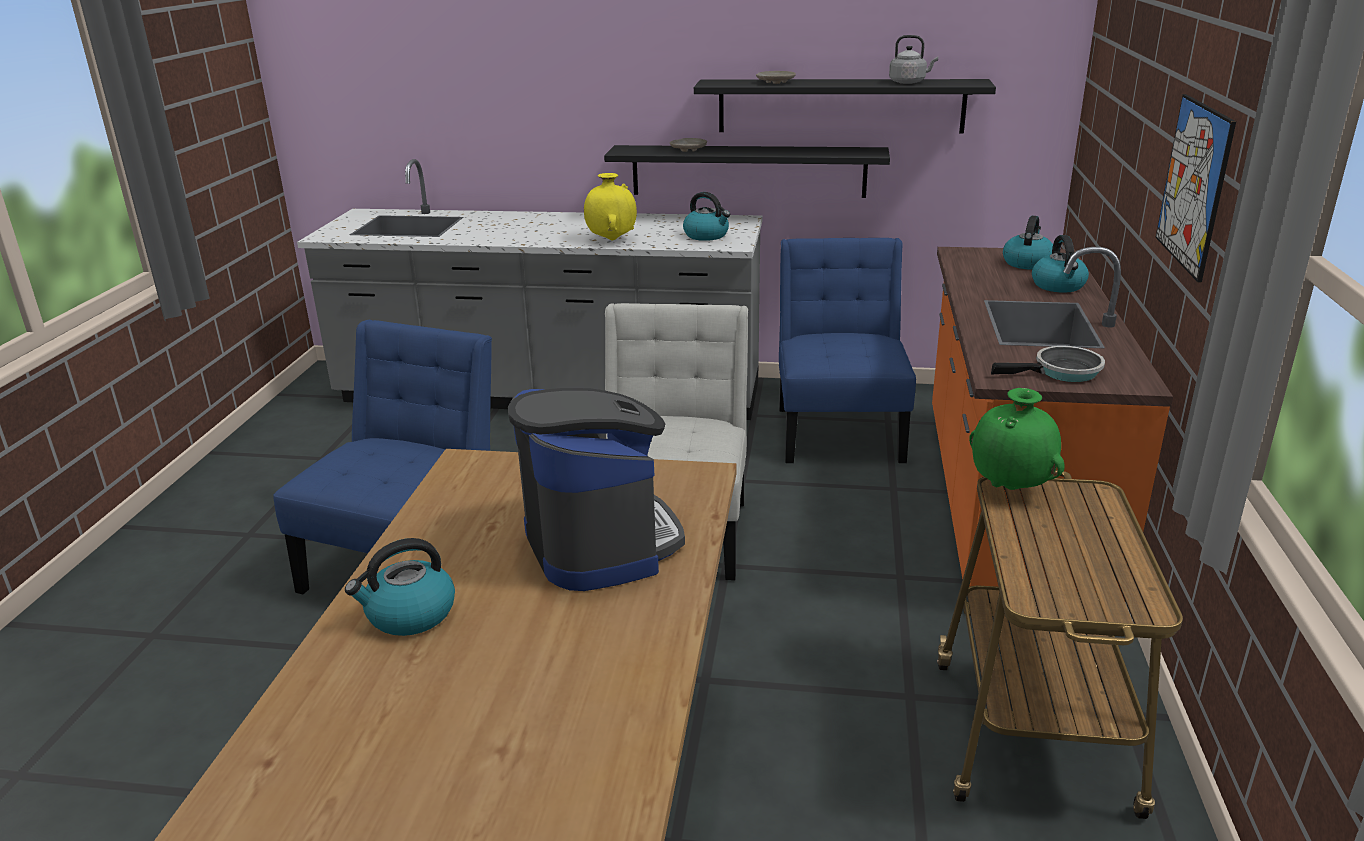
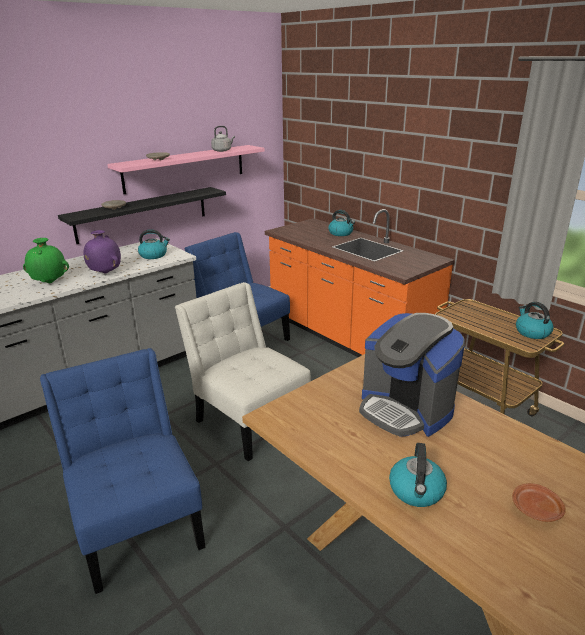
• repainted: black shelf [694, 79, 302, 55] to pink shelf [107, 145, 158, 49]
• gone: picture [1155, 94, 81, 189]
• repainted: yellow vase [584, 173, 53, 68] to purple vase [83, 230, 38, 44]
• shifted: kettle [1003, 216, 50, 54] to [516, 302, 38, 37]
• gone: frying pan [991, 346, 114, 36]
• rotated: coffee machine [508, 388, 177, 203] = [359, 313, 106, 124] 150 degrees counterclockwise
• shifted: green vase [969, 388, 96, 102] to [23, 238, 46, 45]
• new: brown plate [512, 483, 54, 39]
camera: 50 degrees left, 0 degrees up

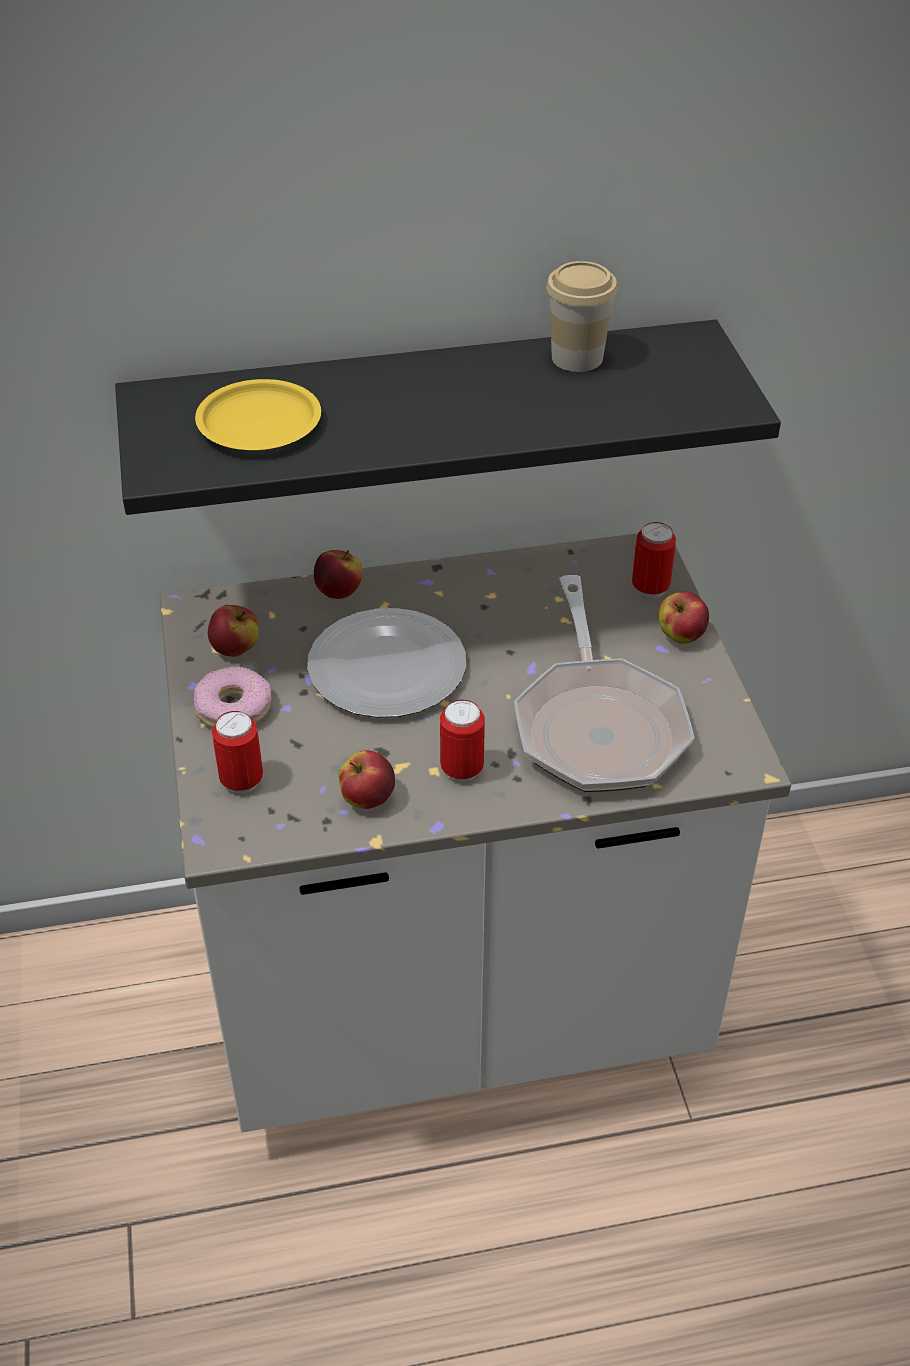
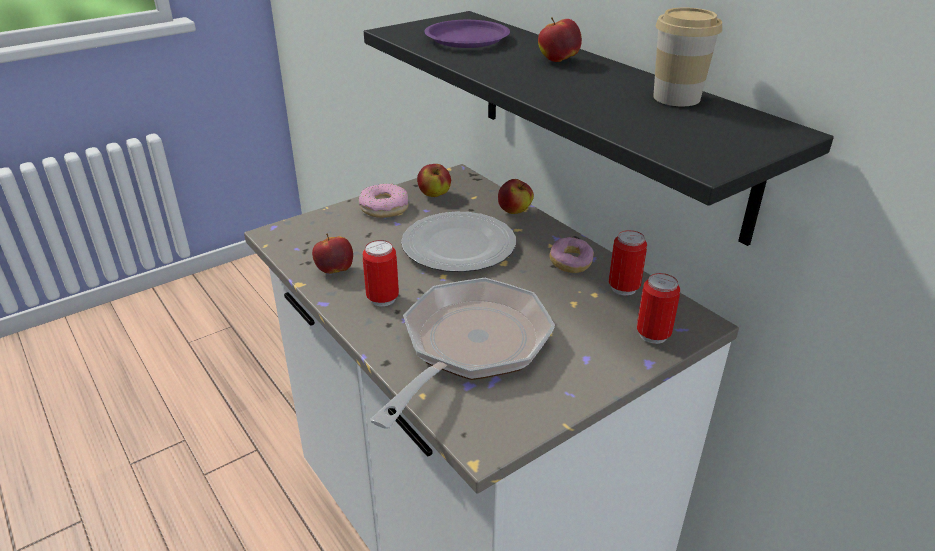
• repainted: yellow plate [195, 379, 126, 71] to purple plate [424, 20, 86, 28]
• rotated: frying pan [514, 575, 180, 217] = [370, 278, 185, 151] 150 degrees clockwise
• shifted: apple [659, 591, 50, 52] to [538, 17, 44, 45]
• shifted: can [212, 711, 51, 83] to [609, 230, 38, 66]
• new: donut [550, 237, 44, 36]
camera: 65 degrees right, 10 degrees down

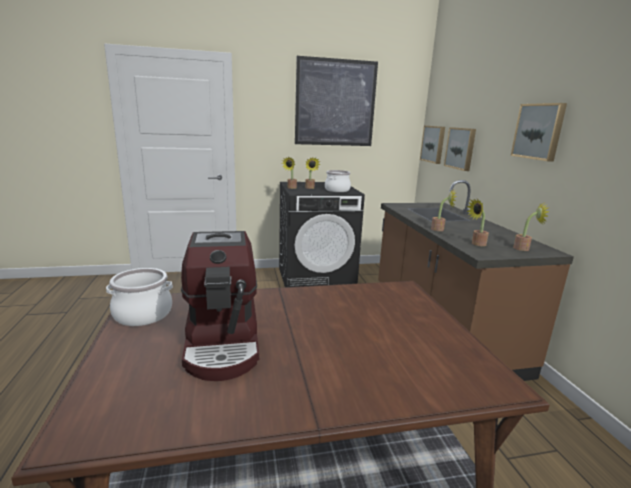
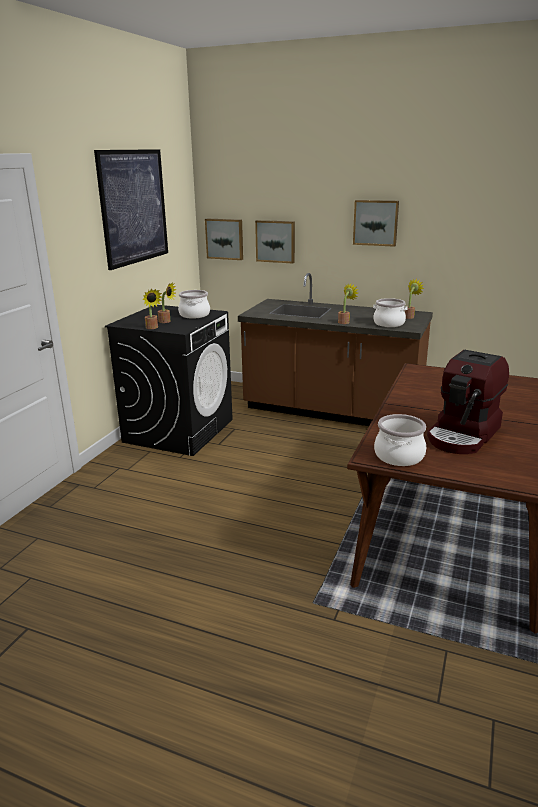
• swapped: potted plant [467, 198, 22, 48] to cooking pot [373, 298, 35, 29]
• rotated: coffee machine [181, 231, 78, 150] = [427, 350, 82, 104] 105 degrees clockwise
camera: 55 degrees left, 5 degrees up

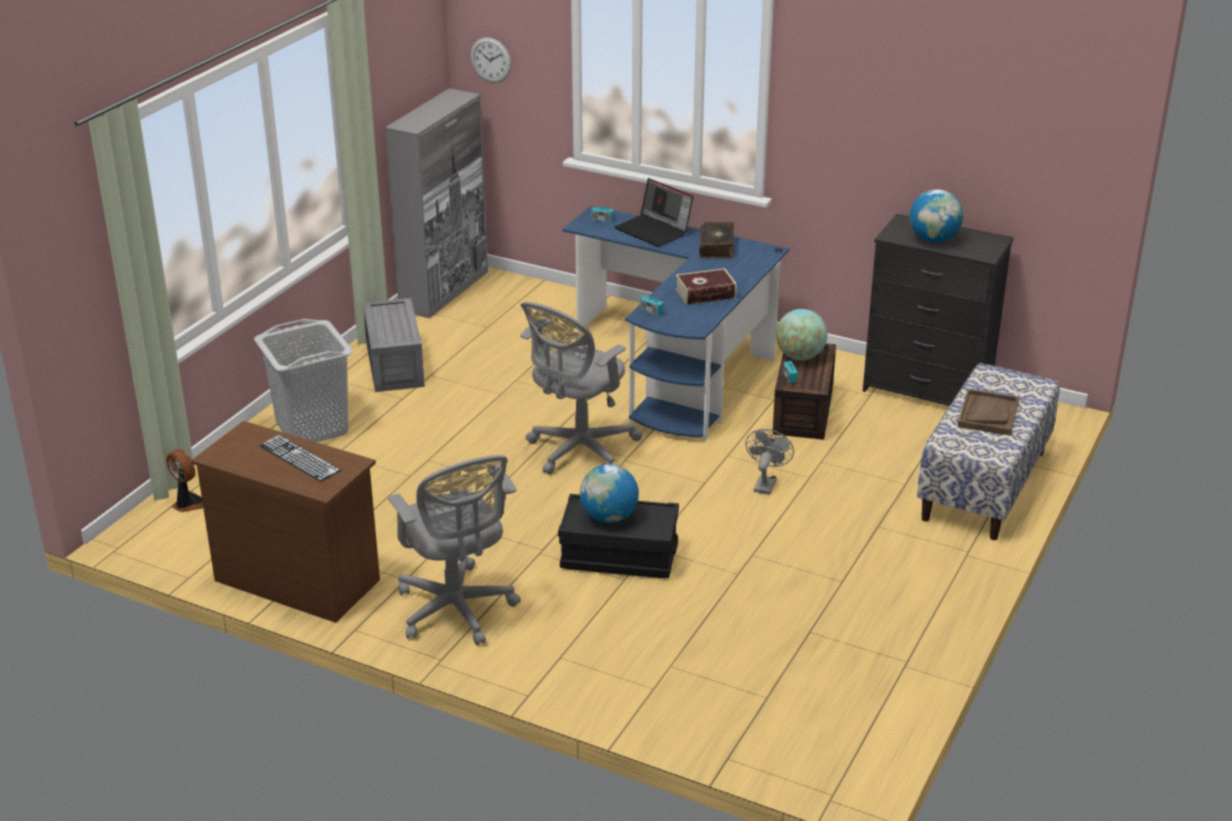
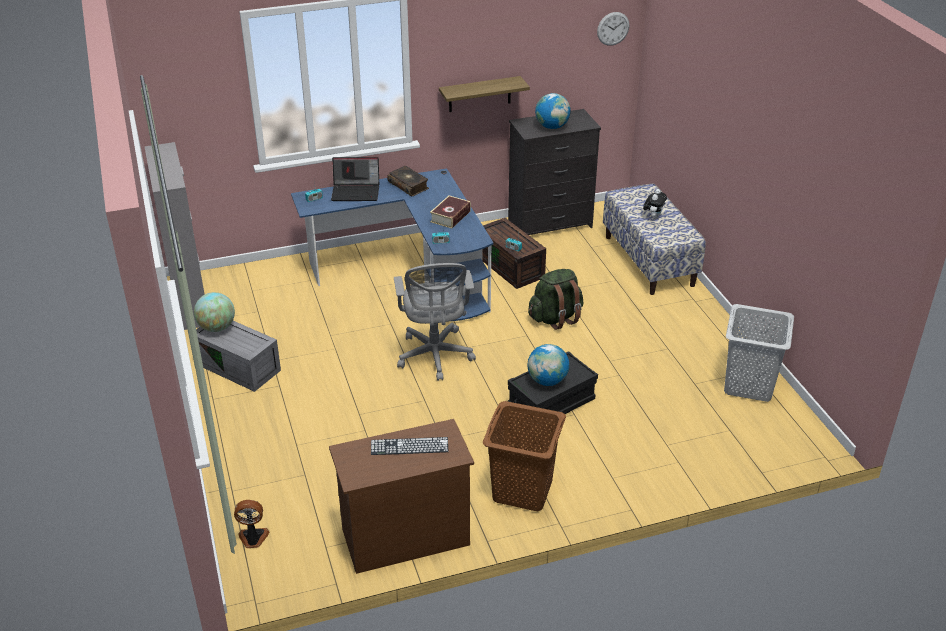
• shifted: wall clock [471, 37, 40, 46] to [597, 12, 32, 34]
• shifted: globe [776, 309, 51, 51] to [194, 292, 41, 40]
• shifted: grey laundry basket [254, 319, 99, 123] to [724, 304, 70, 98]
• swapped: brown tray [957, 389, 62, 47] to plush toy [643, 189, 24, 30]
• swapped: grey fan [745, 429, 49, 66] to green backpack [528, 269, 55, 61]
• swapped: grey office chair [388, 455, 133, 191] to brown laundry basket [483, 401, 83, 110]
• new: shelf [439, 76, 91, 36]
camera: 45 degrees left, 5 degrees up

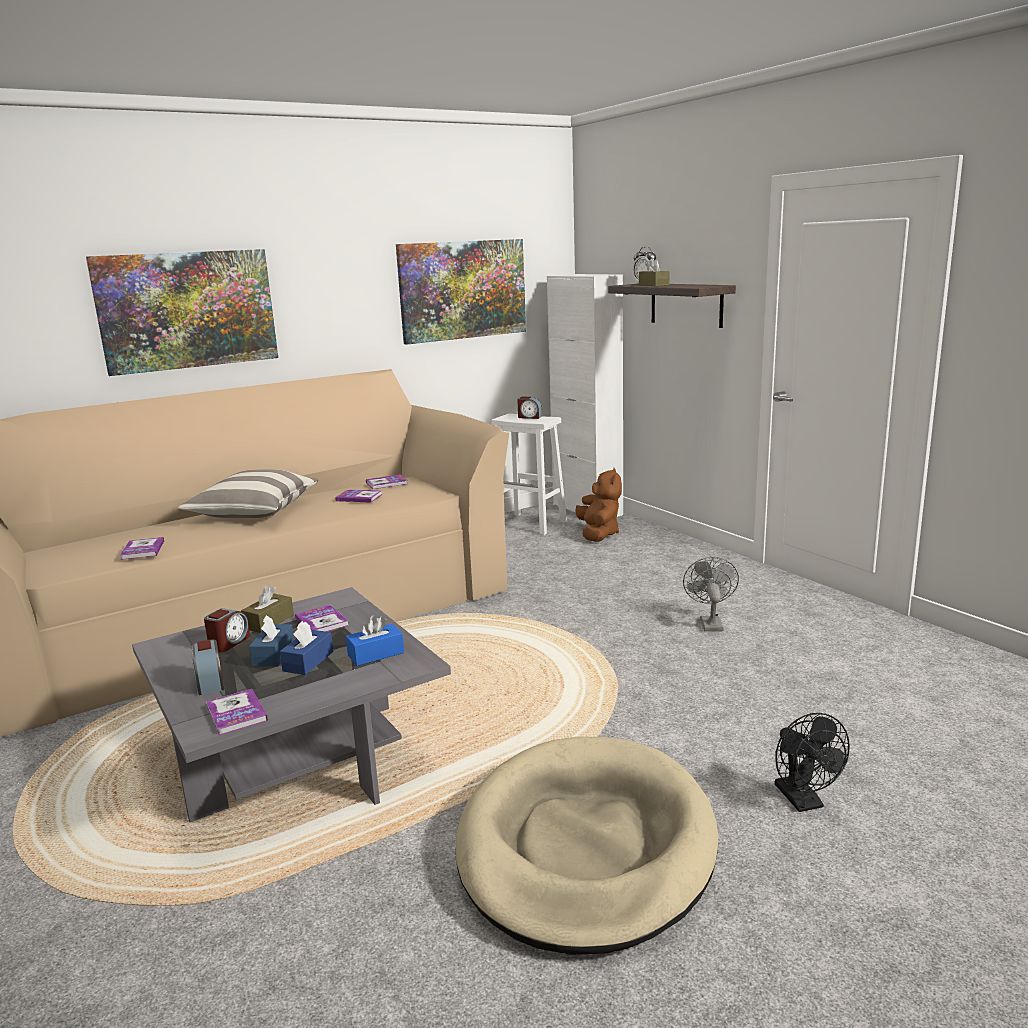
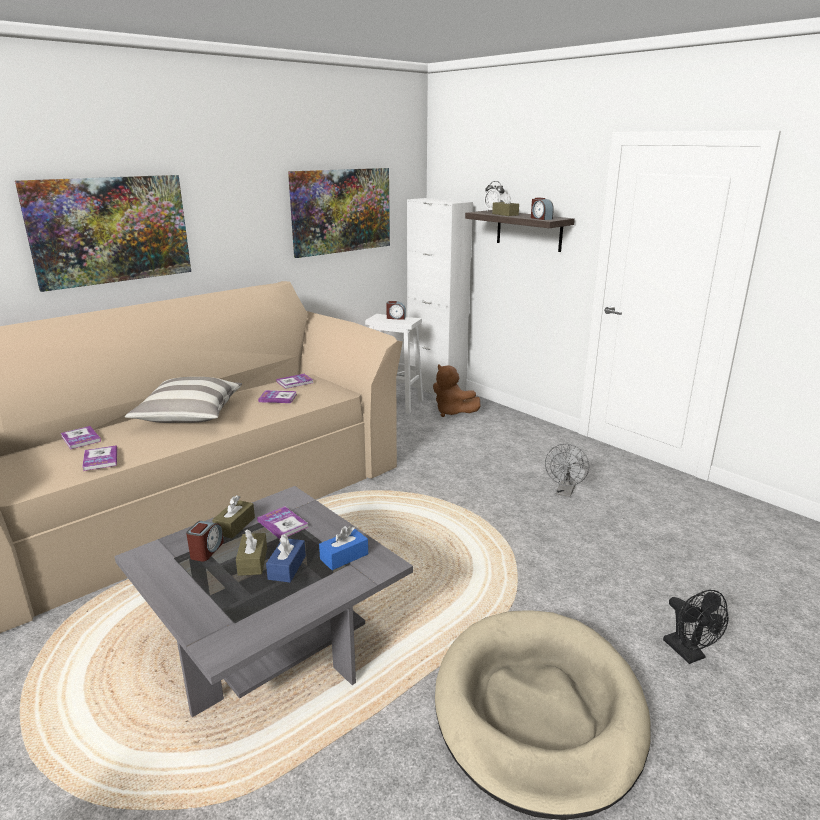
• rotated: brown plush toy [575, 468, 47, 74] = [433, 364, 47, 53] 150 degrees clockwise
• rotated: grey fan [683, 557, 56, 75] = [545, 444, 44, 53] 150 degrees counterclockwise
• repainted: blue tissue box [249, 615, 45, 51] to brown tissue box [236, 529, 31, 47]
• shifted: alarm clock [192, 639, 32, 56] to [531, 198, 23, 22]
• shifted: book [206, 689, 62, 46] to [61, 426, 40, 23]
camera: 10 degrees left, 5 degrees up

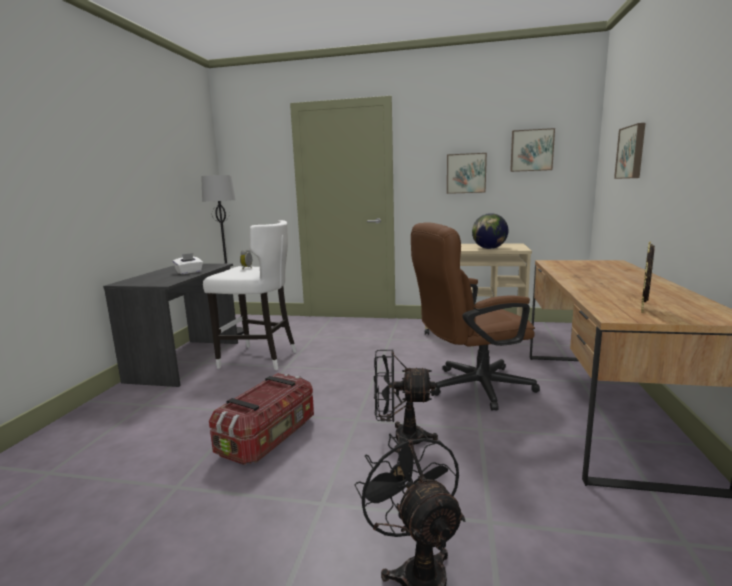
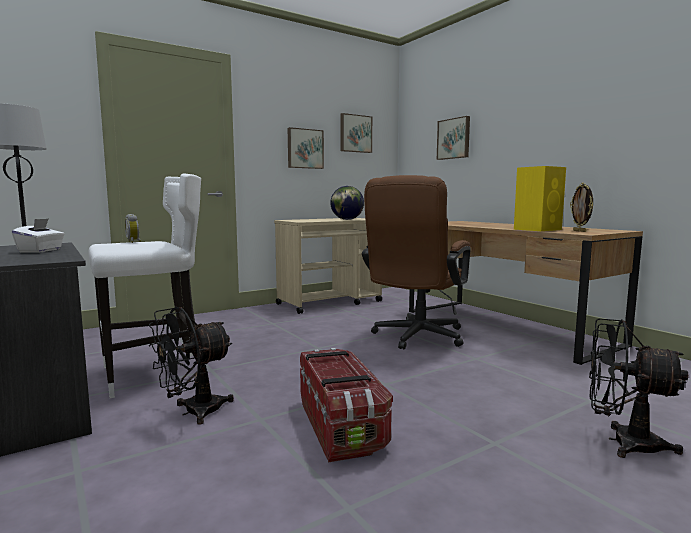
• shifted: black fan [374, 350, 64, 103] to [149, 307, 85, 118]
• new: yellow speaker [514, 166, 52, 65]
camera: 45 degrees left, 5 degrees down

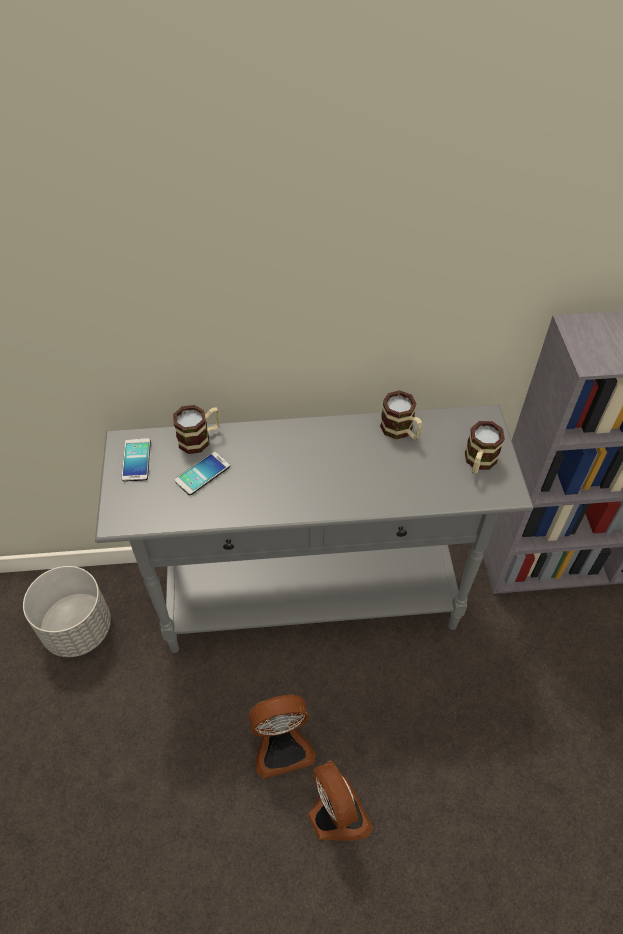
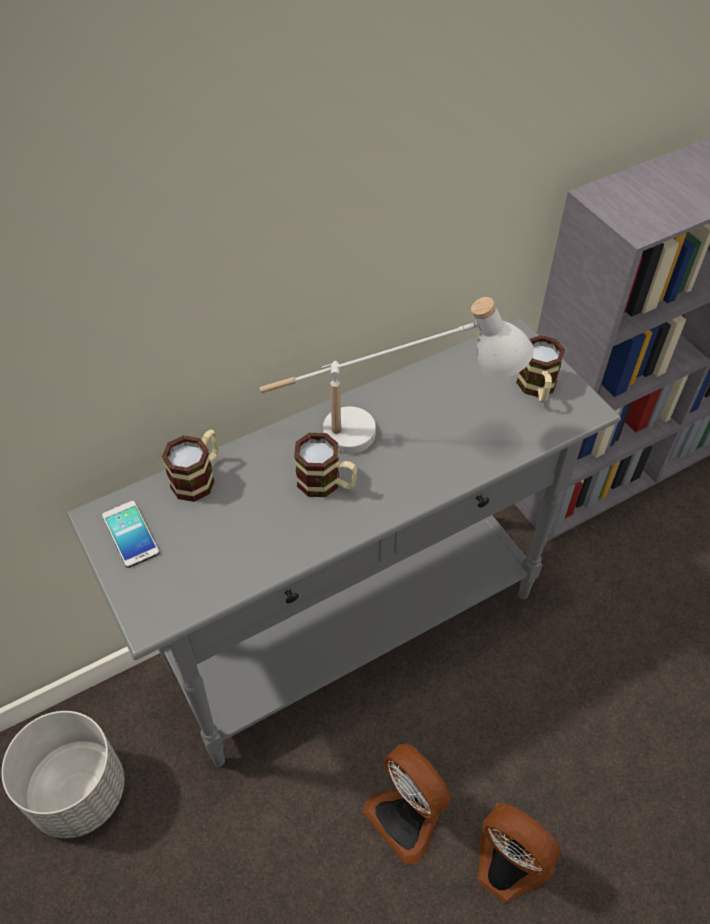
• shifted: mug [380, 390, 43, 50] to [294, 433, 63, 64]
• gone: phone [174, 452, 56, 43]
• rotated: fan [249, 695, 67, 84] = [362, 744, 88, 121] 90 degrees clockwise
• new: white table lamp [260, 297, 274, 157]
camera: 25 degrees left, 0 degrees up

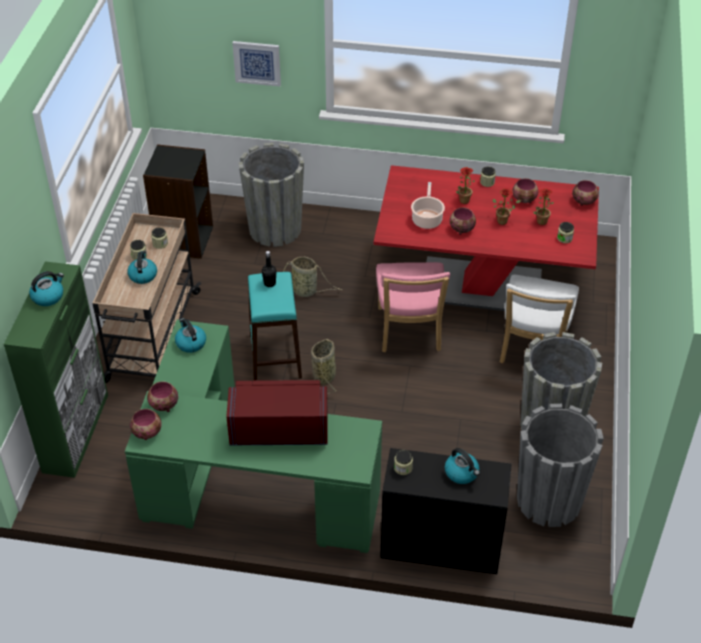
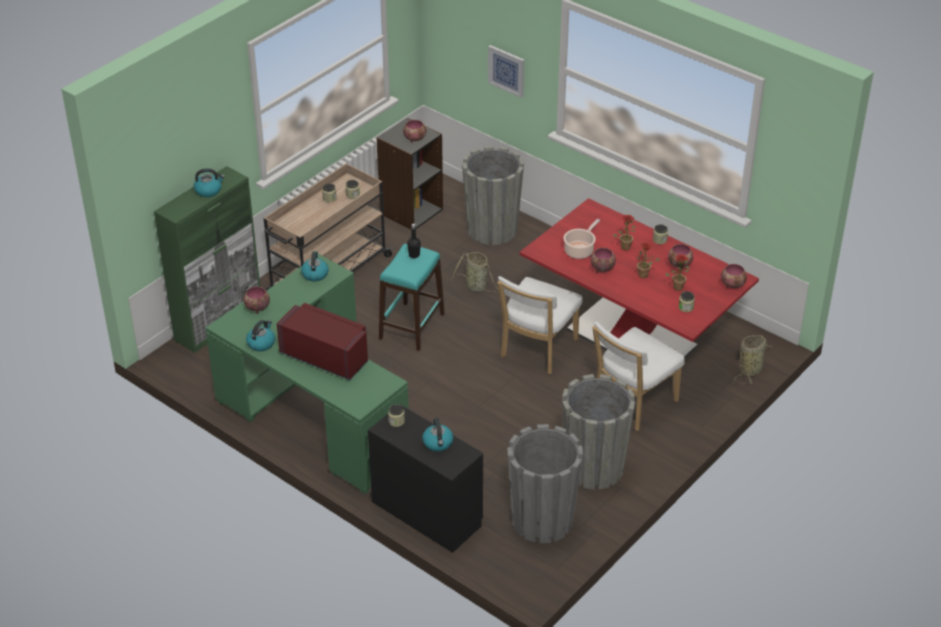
• shifted: kettle [127, 251, 30, 33] to [246, 320, 29, 31]
• repainted: pink chair [376, 262, 74, 90] to white chair [497, 276, 85, 98]
• shifted: basket [311, 339, 26, 55] to [734, 335, 38, 49]
• shifted: bowl [130, 409, 32, 31] to [403, 120, 23, 22]
camera: 30 degrees right, 5 degrees down

